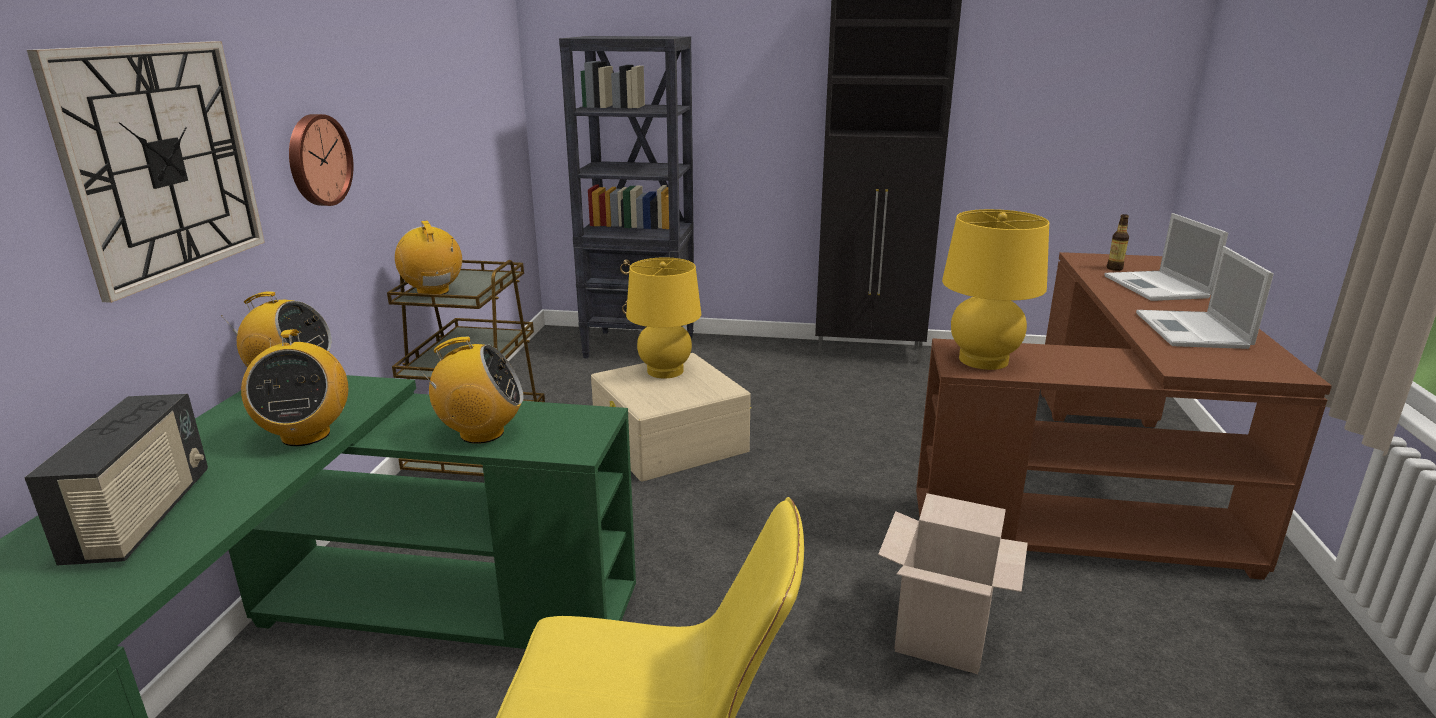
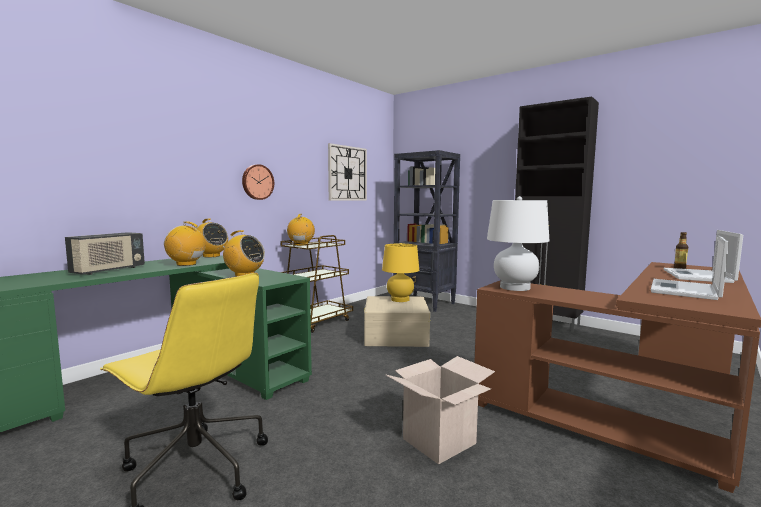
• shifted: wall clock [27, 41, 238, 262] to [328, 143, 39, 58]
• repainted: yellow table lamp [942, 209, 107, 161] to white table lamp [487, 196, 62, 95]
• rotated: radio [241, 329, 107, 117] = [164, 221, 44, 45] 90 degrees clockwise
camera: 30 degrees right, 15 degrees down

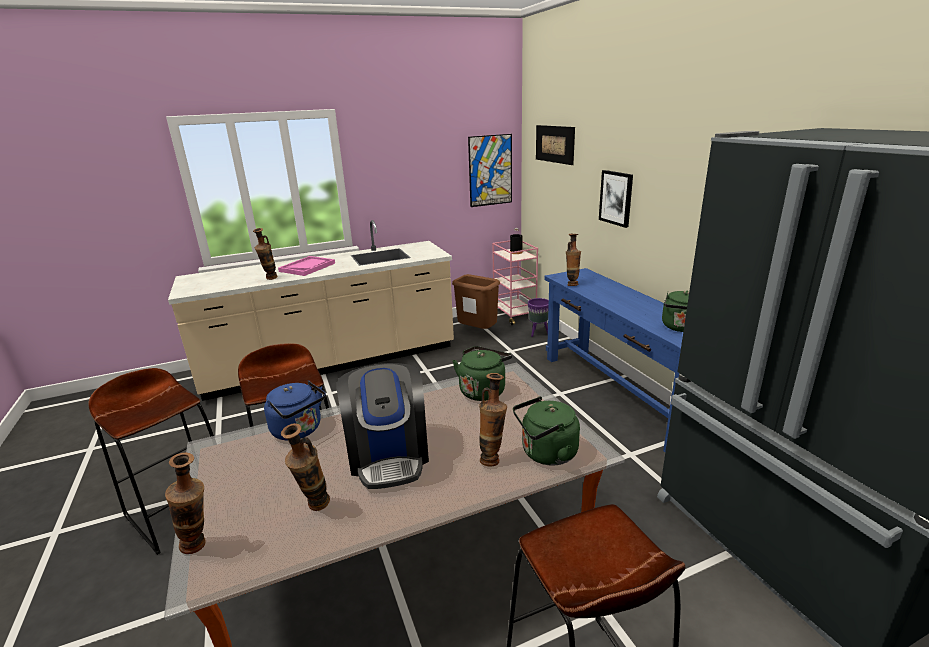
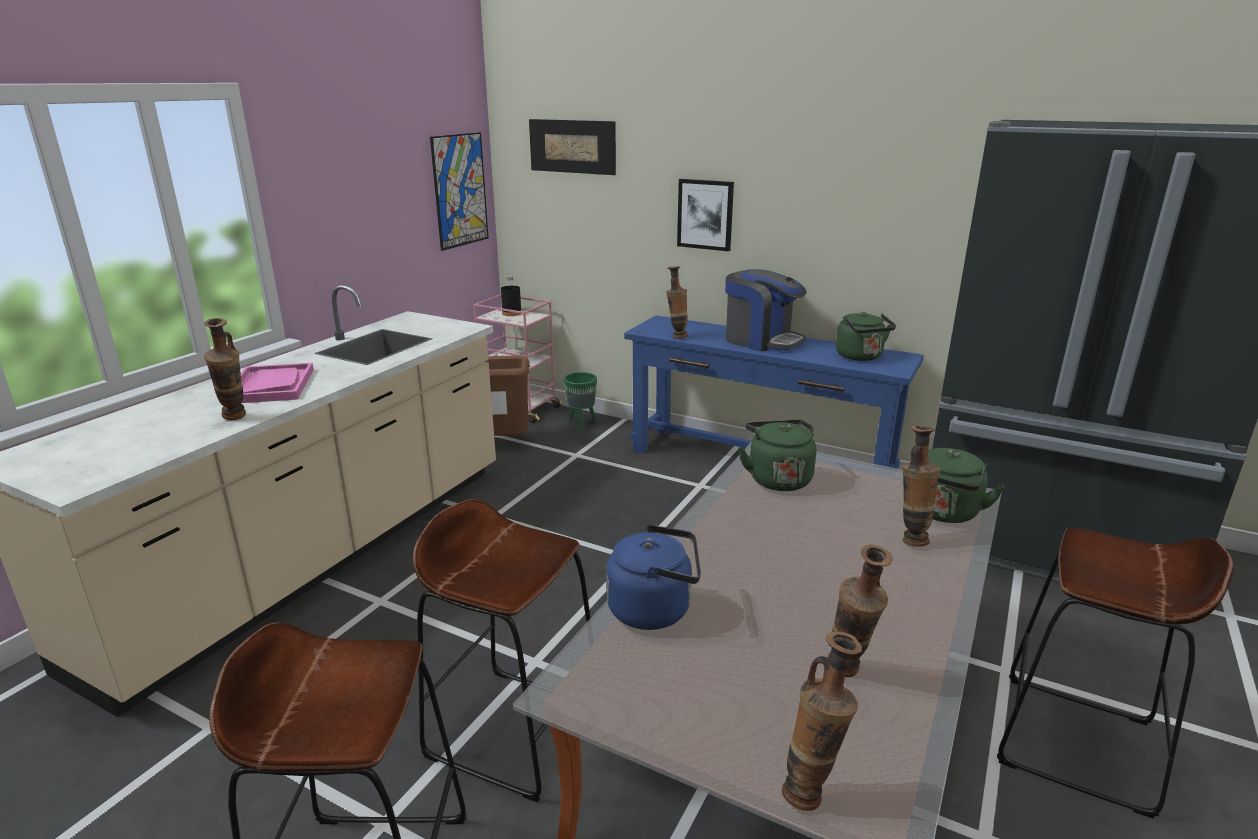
• repainted: purple planter [528, 298, 21, 39] to green planter [564, 372, 33, 59]
• shifted: coffee machine [336, 363, 93, 126] to [725, 269, 81, 82]
camera: 40 degrees left, 0 degrees up

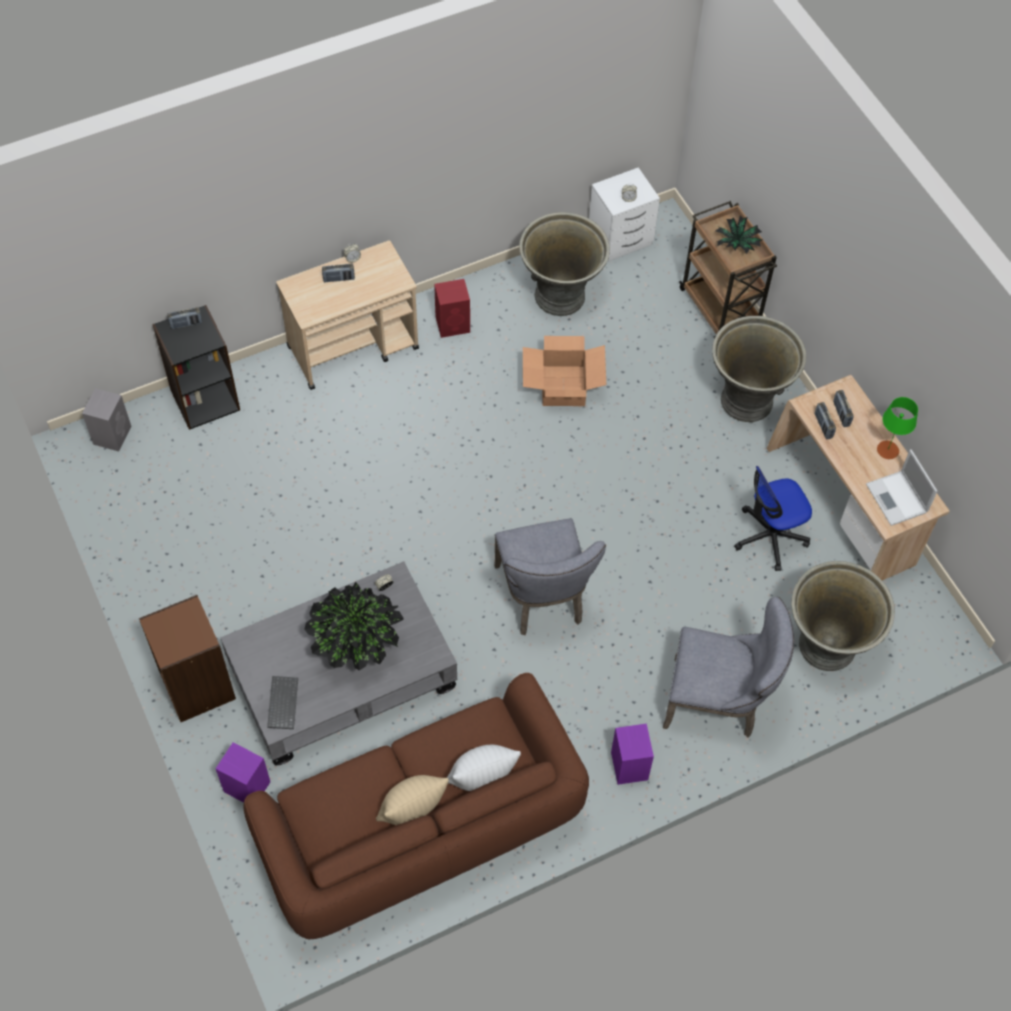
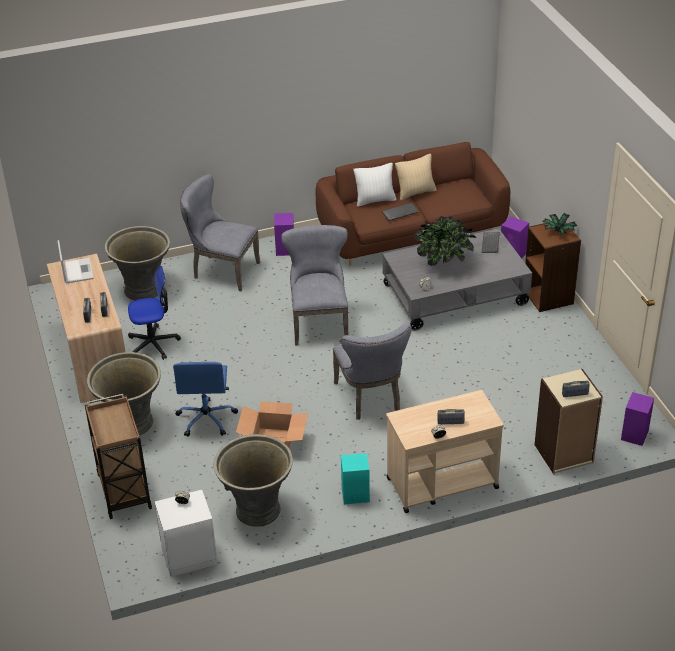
• shifted: potted plant [716, 216, 47, 38] to [542, 213, 35, 22]
• repainted: red speaker [434, 279, 36, 59] to turquoise speaker [341, 453, 29, 51]
• repainted: black bookcase [152, 305, 88, 125] to beige bookcase [535, 369, 68, 105]
• repainted: grey speaker [82, 388, 50, 63] to purple speaker [621, 392, 33, 54]
• gone: green table lamp [877, 397, 41, 62]
• new: keyboard [382, 203, 36, 18]
• new: grey chair [333, 323, 79, 97]
• new: blue office chair [173, 362, 65, 75]
camera: 170 degrees left, 20 degrees down

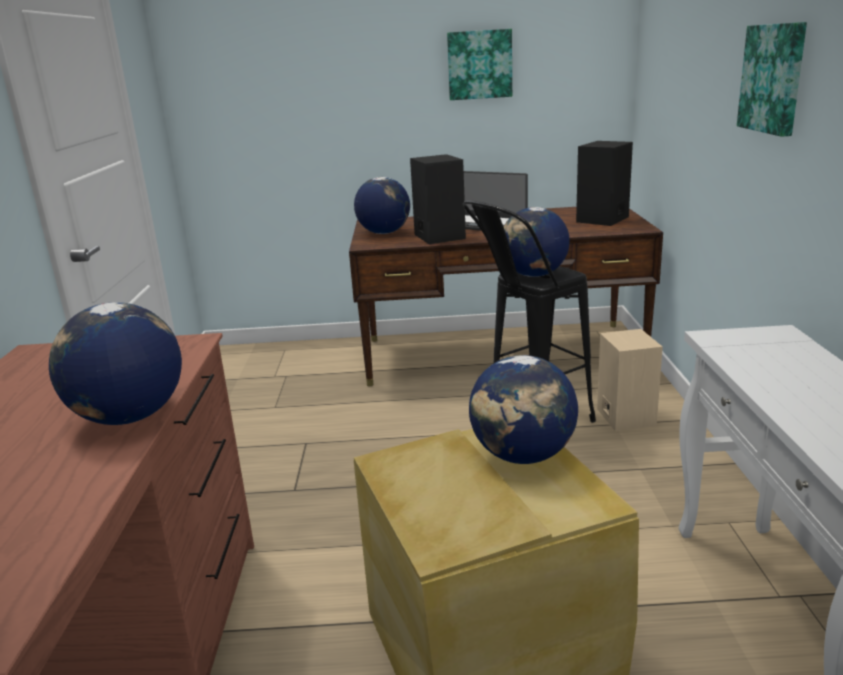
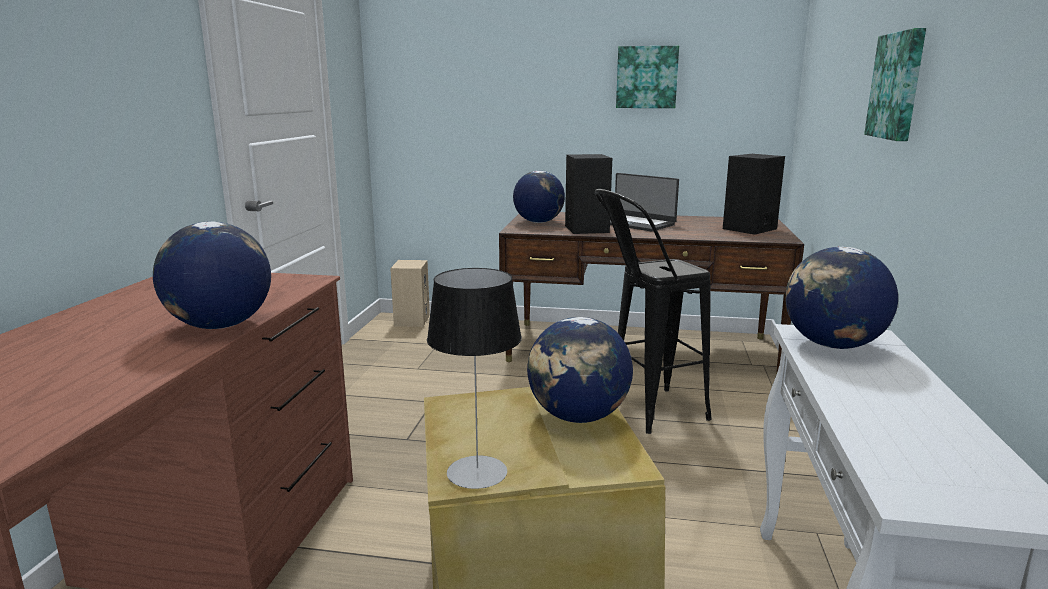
• shifted: globe [504, 207, 66, 70] to [785, 247, 113, 102]
• shifted: beige speaker [597, 329, 66, 102] to [390, 260, 40, 67]
• new: table lamp [427, 268, 95, 221]
camera: 10 degrees right, 5 degrees down

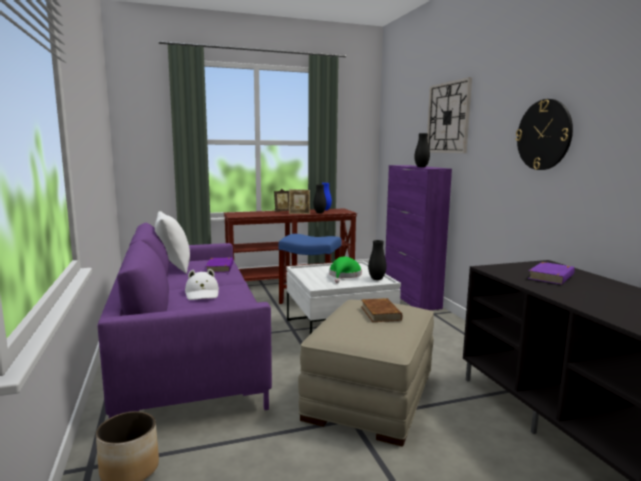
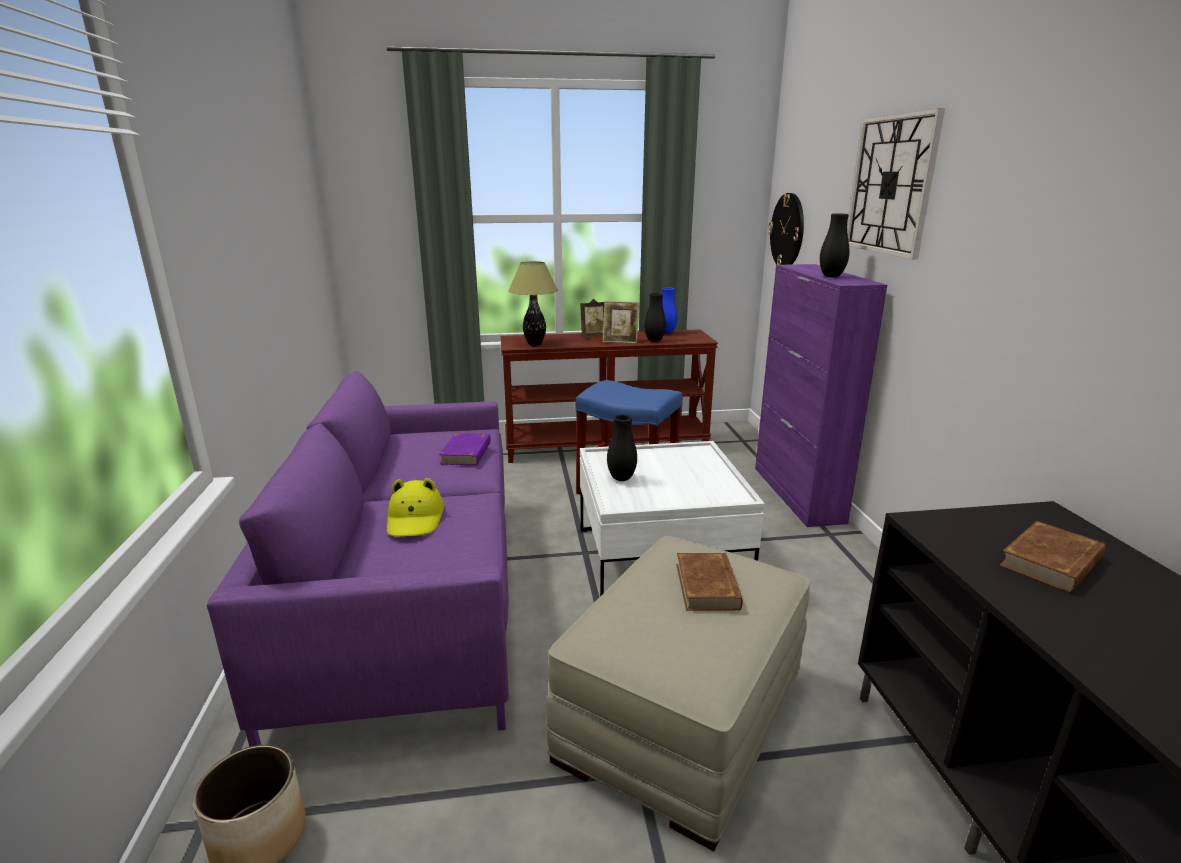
• shifted: wall clock [516, 99, 57, 71] to [768, 193, 36, 72]
• gone: white pillow [155, 211, 35, 63]
• shifted: black vase [368, 240, 18, 40] to [607, 415, 30, 66]
• gone: green hat [329, 257, 33, 26]
• repainted: purple book [528, 262, 47, 23] to brown book [999, 521, 107, 72]
• repainted: white hat [185, 269, 34, 31] to yellow hat [387, 478, 57, 59]
• new: table lamp [508, 261, 50, 85]
camera: 10 degrees right, 10 degrees up

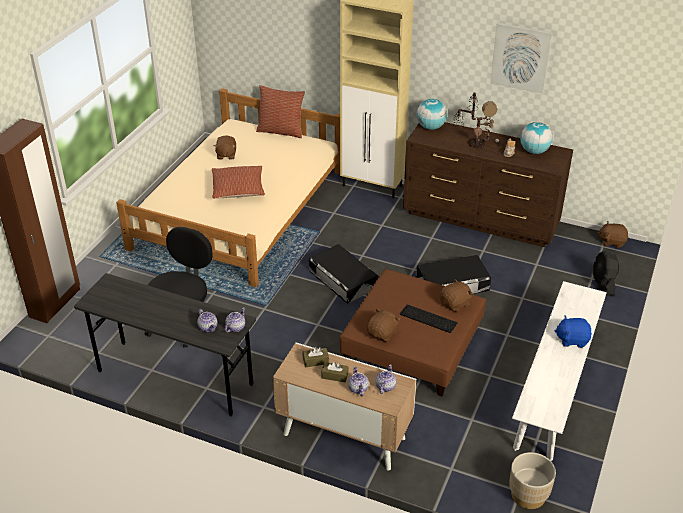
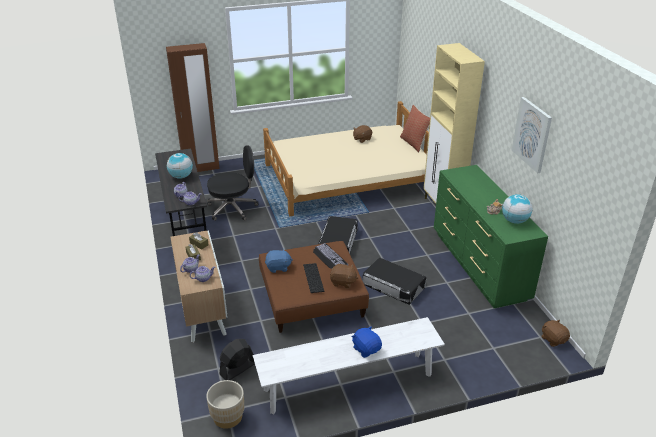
• gone: table lamp [454, 92, 46, 65]
• shifted: globe [417, 99, 30, 31] to [167, 153, 26, 26]
• repainted: brown dresser [403, 122, 170, 125] to green dresser [434, 165, 114, 143]
• gone: pillow [212, 166, 53, 33]
• shifted: black fan [593, 251, 26, 45] to [219, 339, 36, 41]
• repainted: brown plush toy [367, 309, 33, 33] to blue plush toy [265, 249, 28, 24]
• new: keyboard [313, 243, 35, 26]
camera: 50 degrees right, 5 degrees down

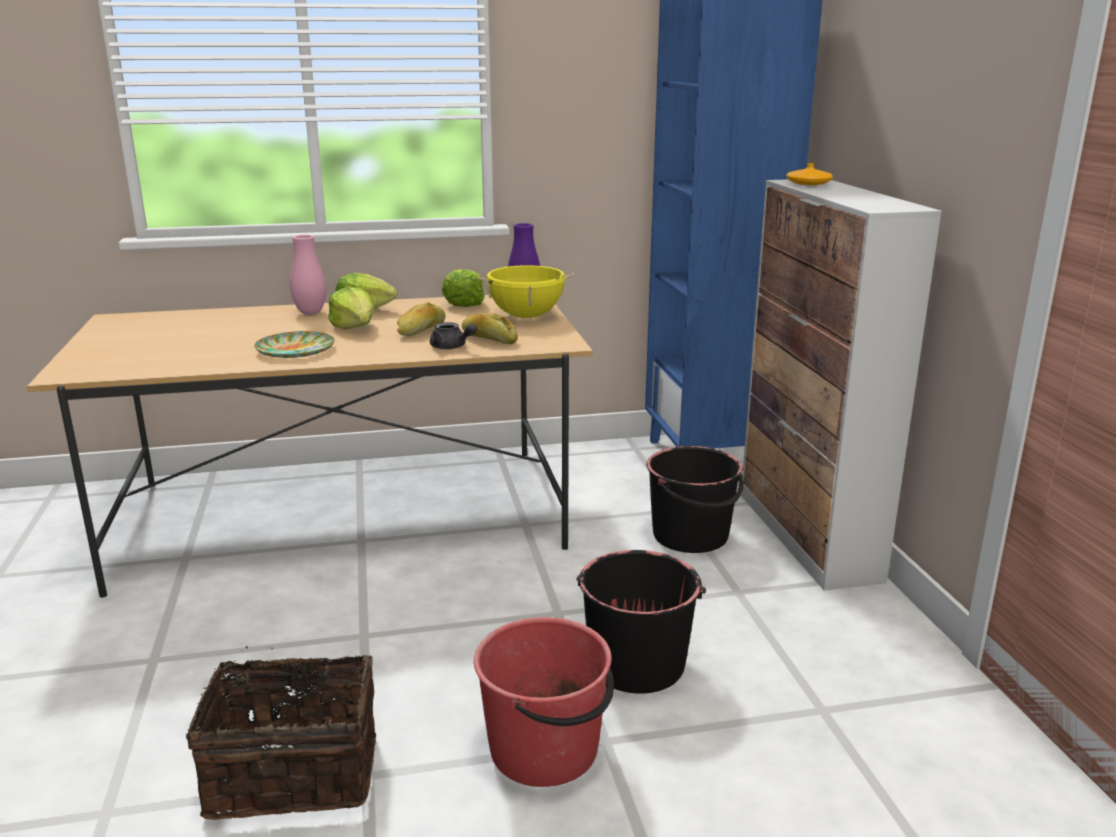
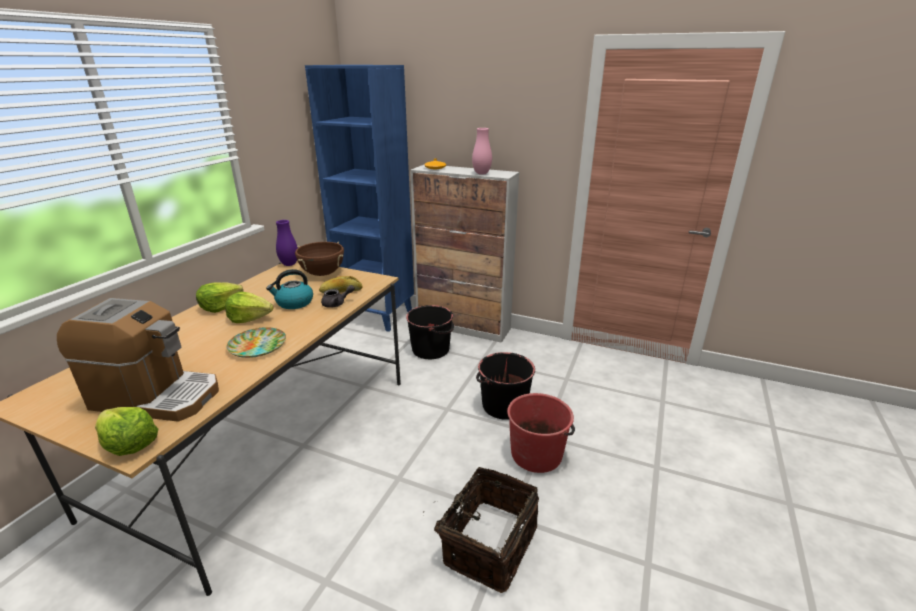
• shifted: pink vase [290, 235, 36, 79] to [472, 128, 20, 47]
• repainted: yellow cooking pot [477, 265, 97, 53] to brown cooking pot [295, 242, 49, 34]
• shifted: lettuce [442, 269, 43, 38] to [95, 407, 64, 49]
• swapped: bread [397, 302, 48, 34] to kettle [266, 269, 47, 40]
• new: coffee machine [57, 298, 162, 124]
camera: 55 degrees left, 5 degrees up

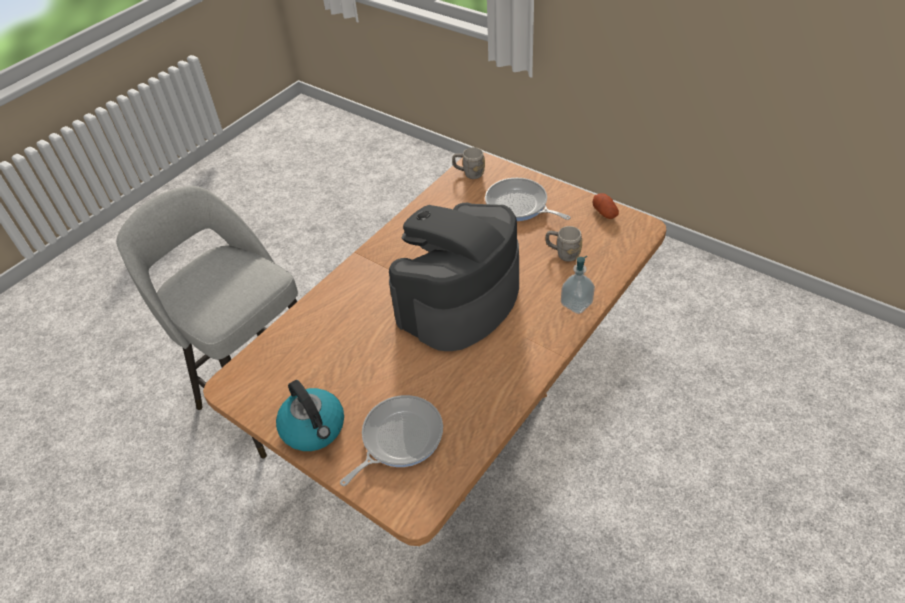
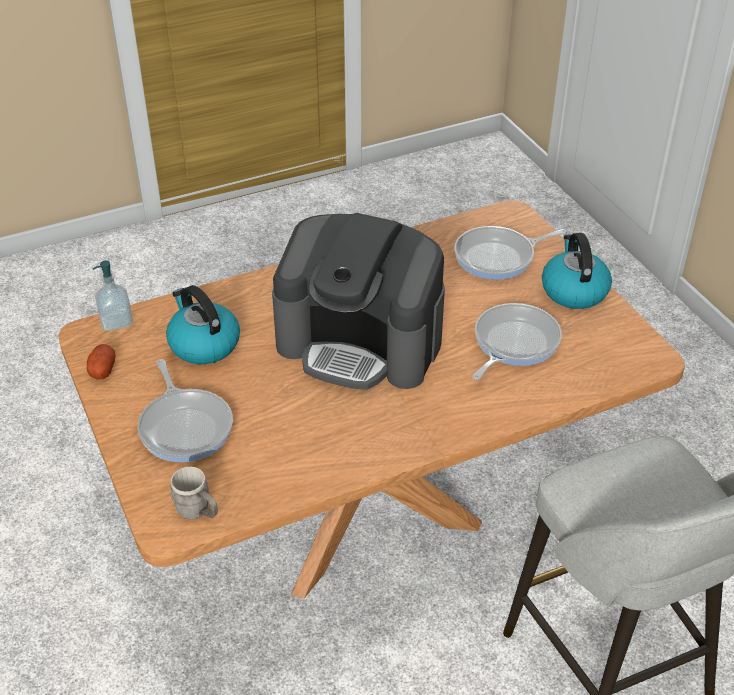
• rotated: coffee machine [389, 203, 130, 148] = [272, 213, 173, 177] 45 degrees clockwise
• swapped: grey mug [545, 226, 37, 36] to kettle [166, 285, 74, 79]
• shifted: soap dispenser [561, 256, 34, 58] to [93, 261, 40, 70]
• new: frying pan [472, 303, 90, 77]
camera: 155 degrees left, 5 degrees down

